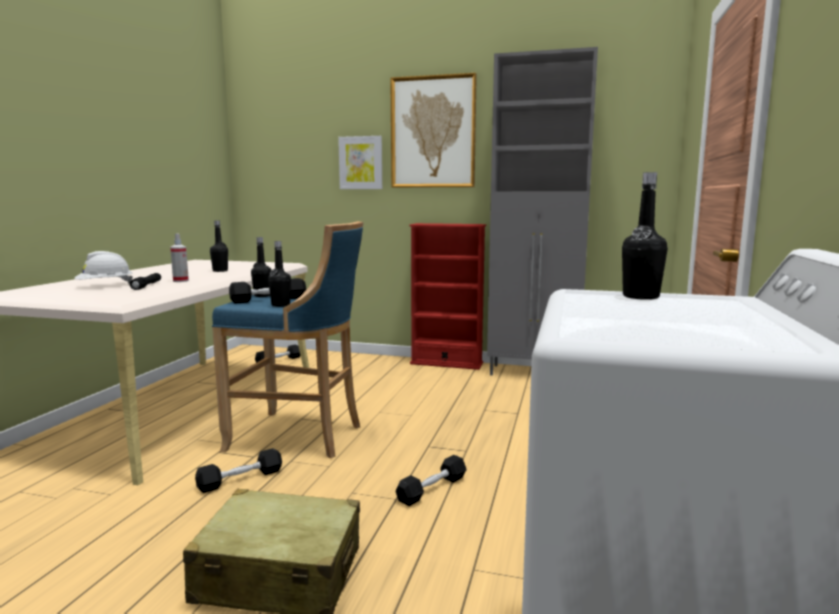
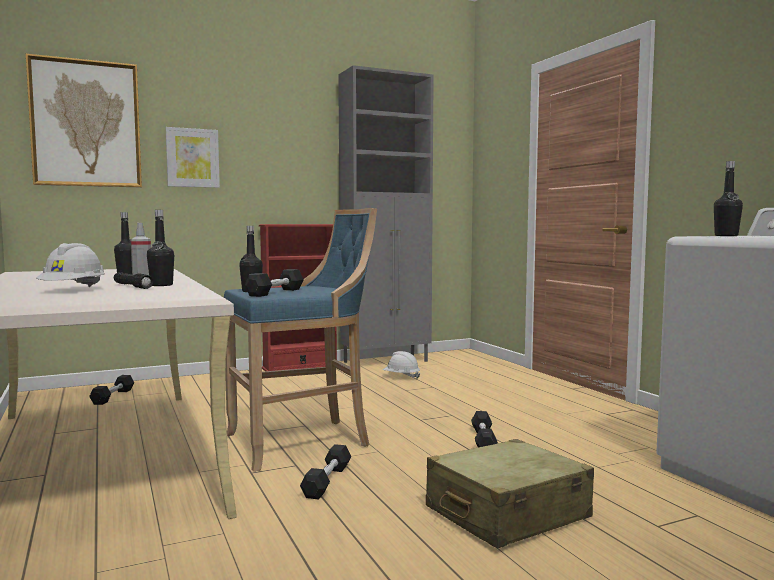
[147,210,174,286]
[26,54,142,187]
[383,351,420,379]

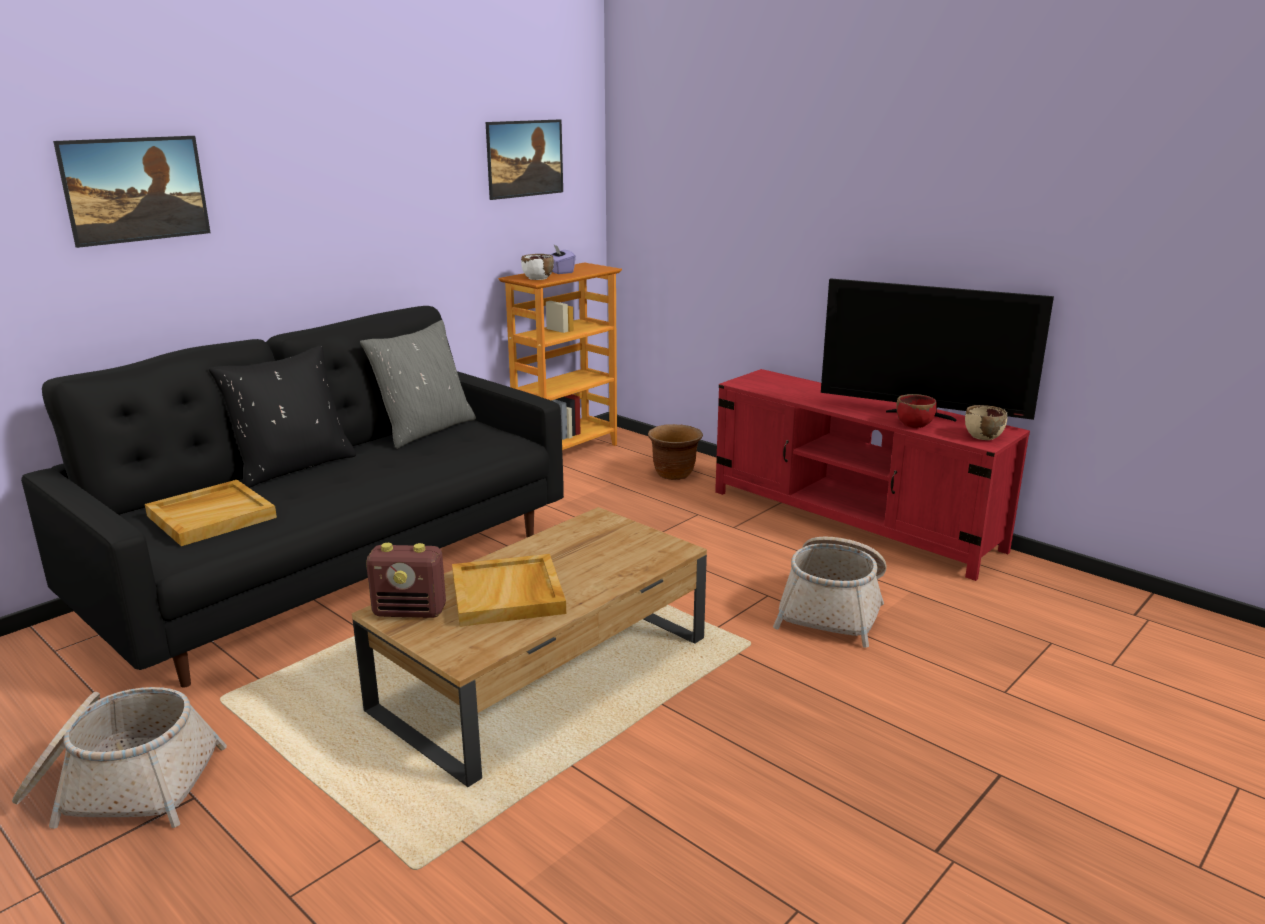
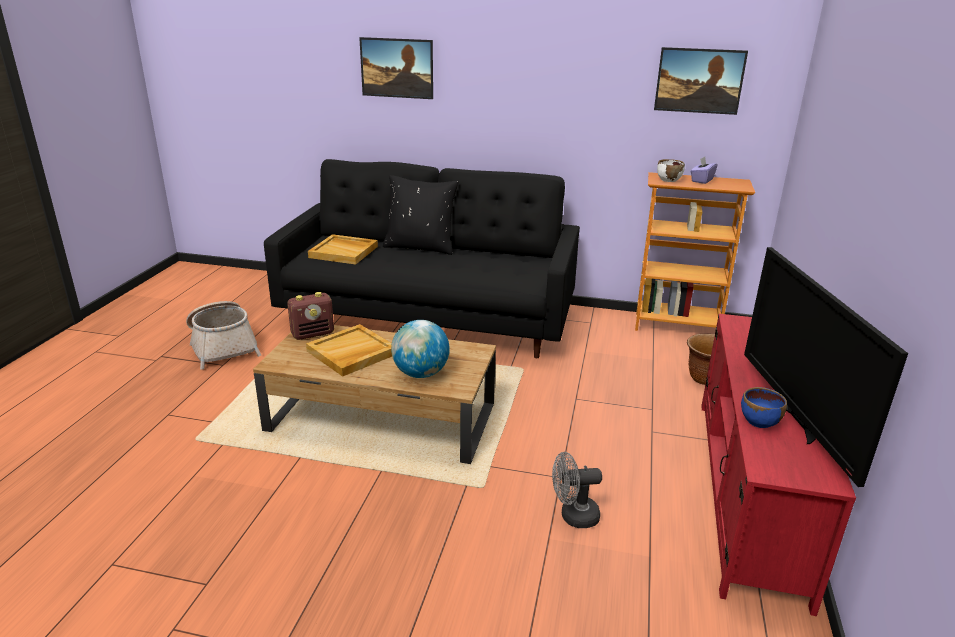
[360,320,476,449] (first image)
[287,292,334,340]
[552,452,602,528]
[741,387,787,428]
[965,405,1008,440] (first image)
[391,320,450,378]

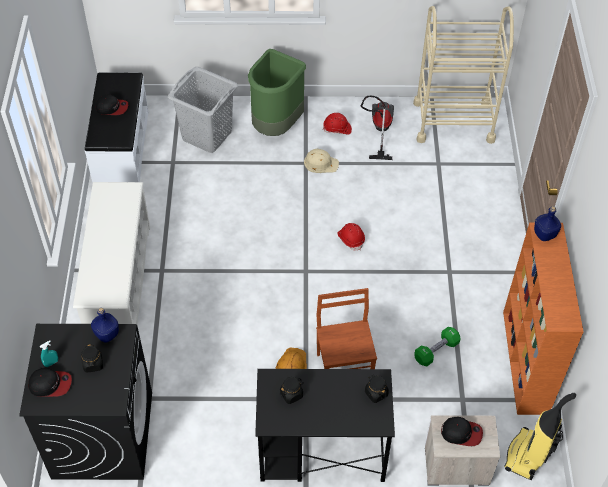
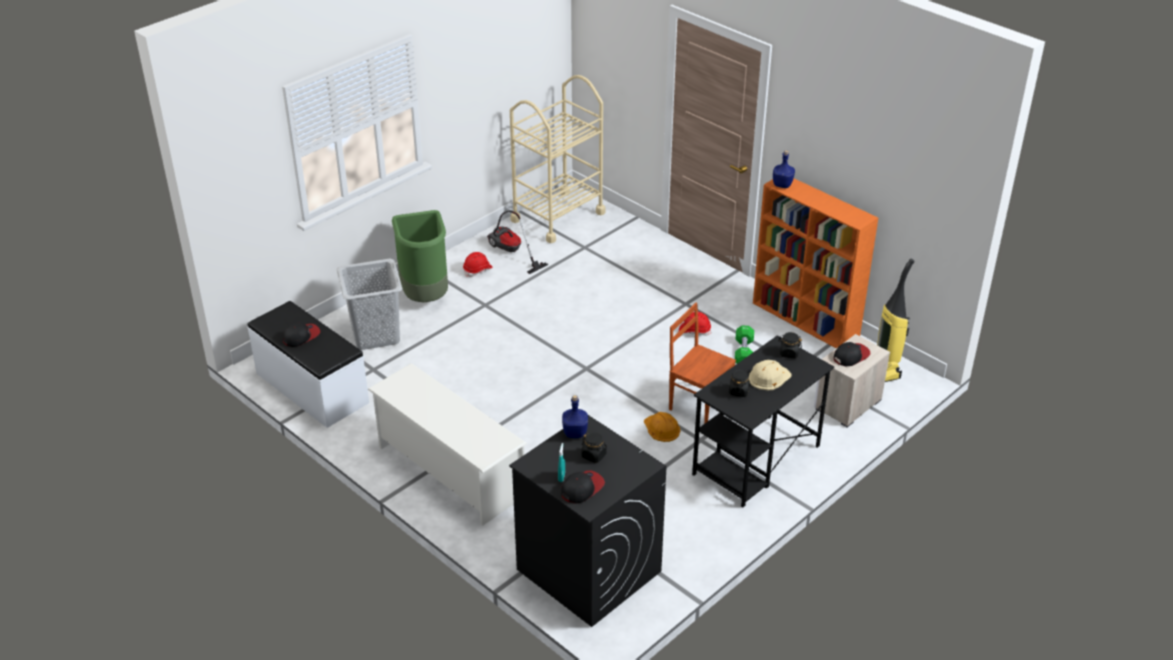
[748,360,792,390]
[679,312,711,336]

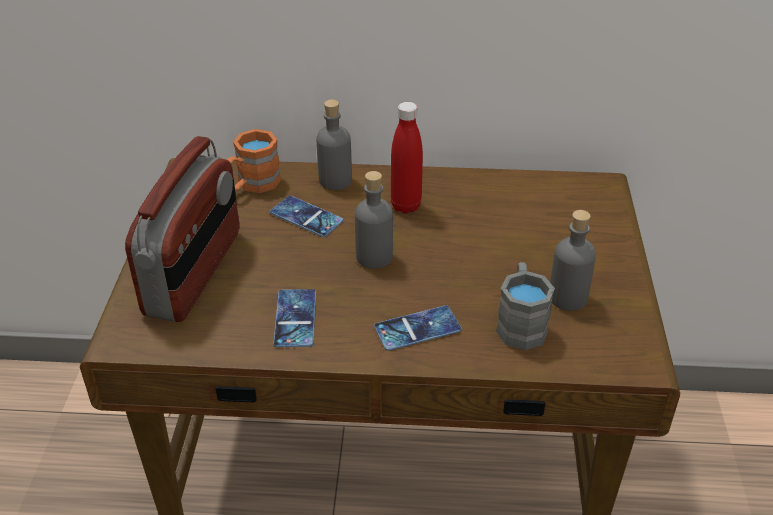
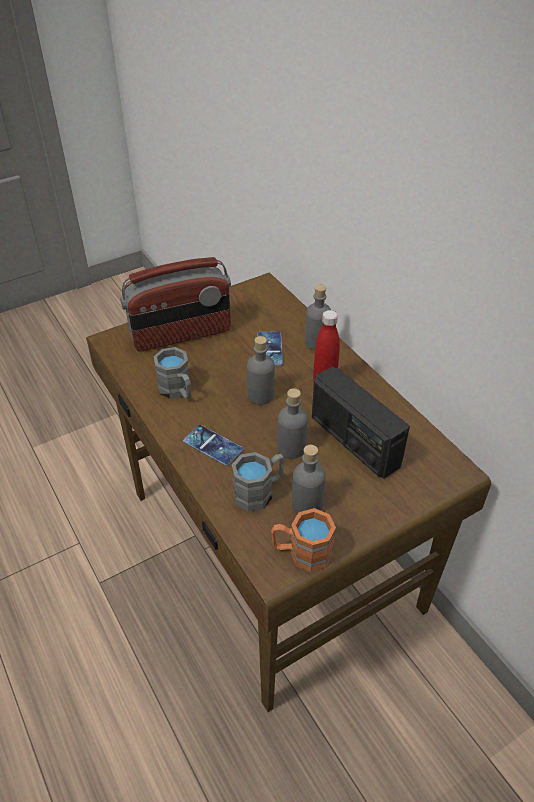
[271,508,336,572]
[154,347,191,399]
[277,388,308,459]
[312,366,410,479]

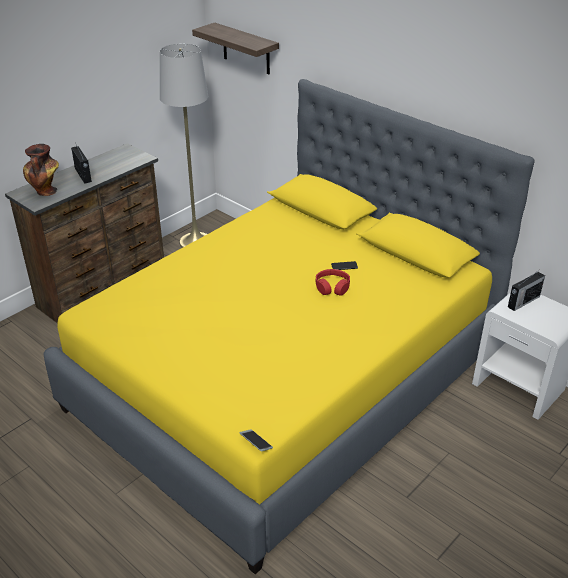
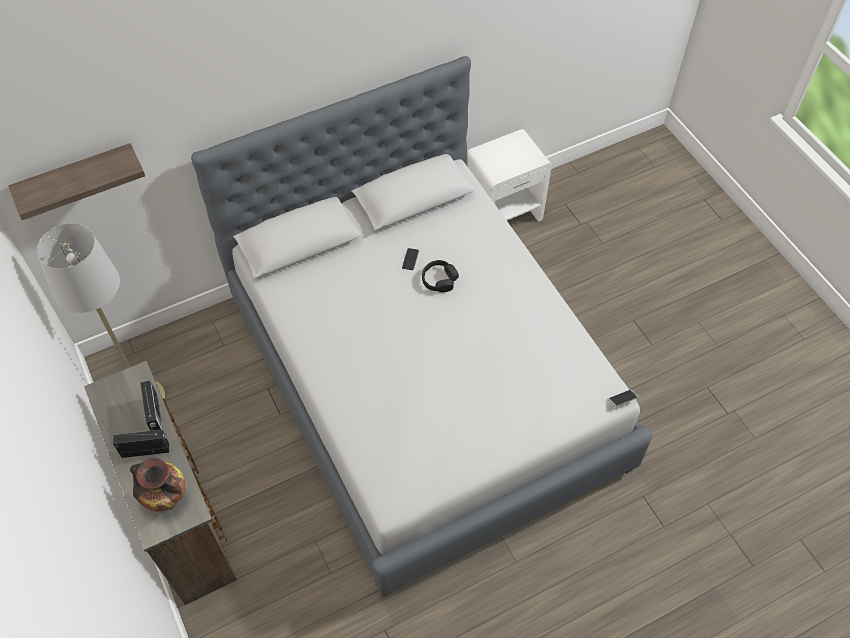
[191,56,653,596]
[422,260,459,293]
[140,381,163,431]

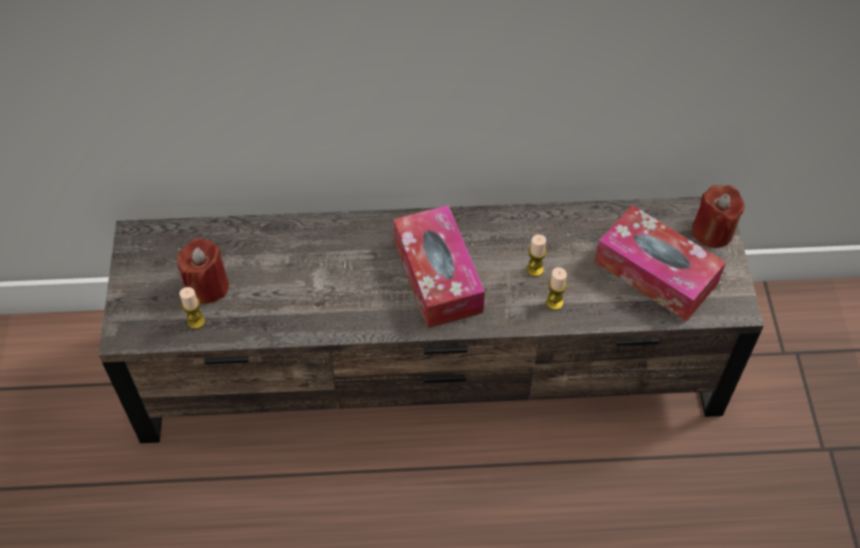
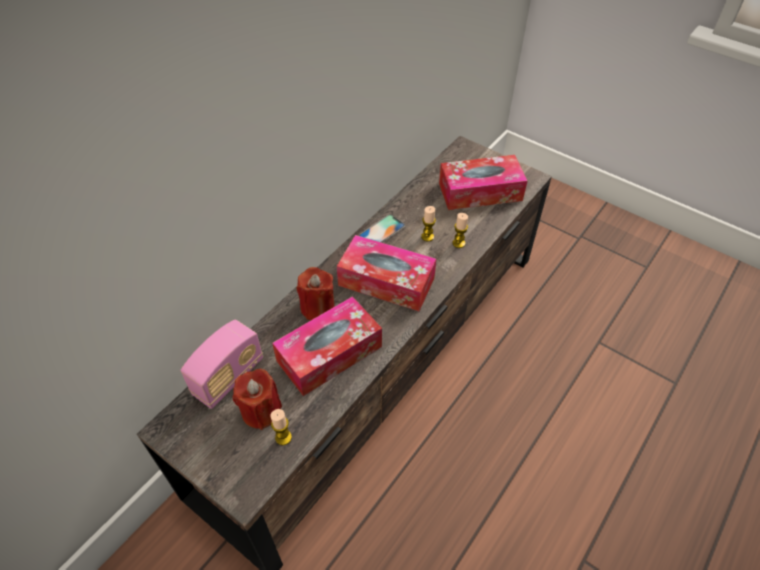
[297,267,335,320]
[181,320,263,409]
[272,296,382,396]
[358,215,405,243]

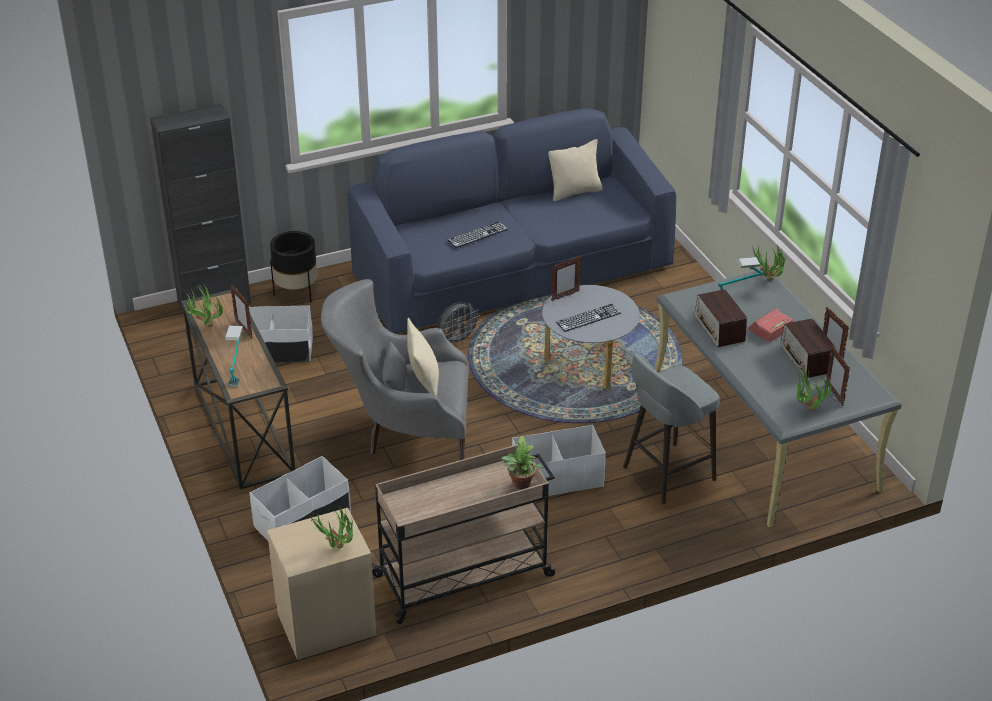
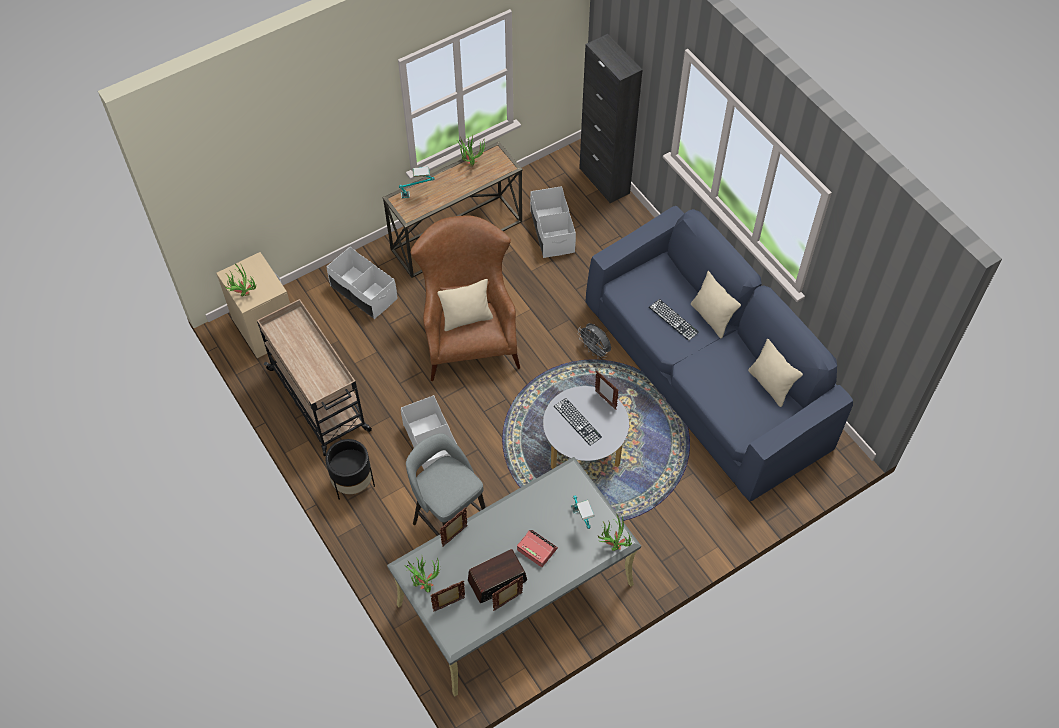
[440,508,467,547]
[325,439,375,500]
[410,215,520,381]
[501,436,544,490] (first image)
[695,289,747,347] (first image)
[691,271,741,338]

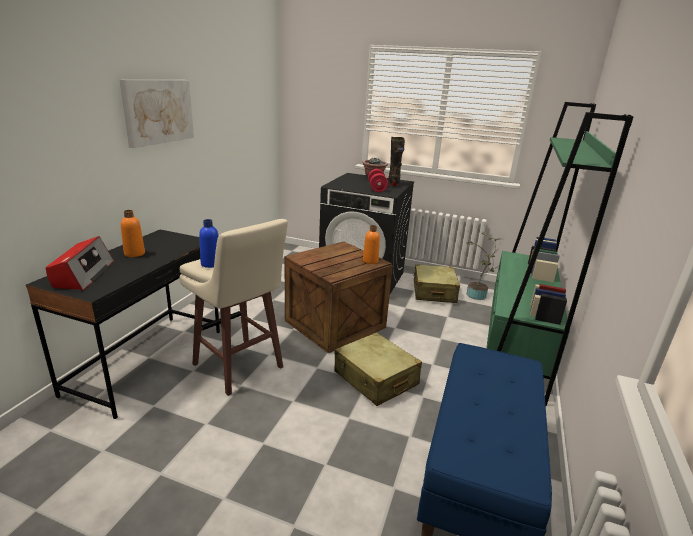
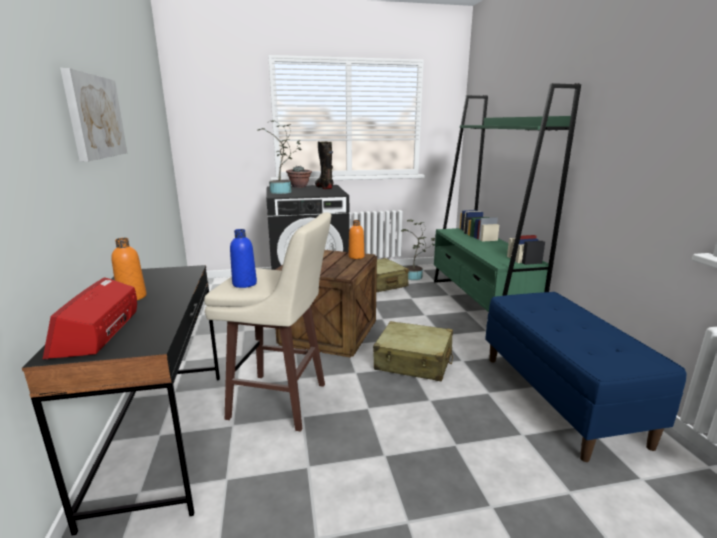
[43,277,137,360]
[368,169,388,192] (first image)
[258,120,302,194]

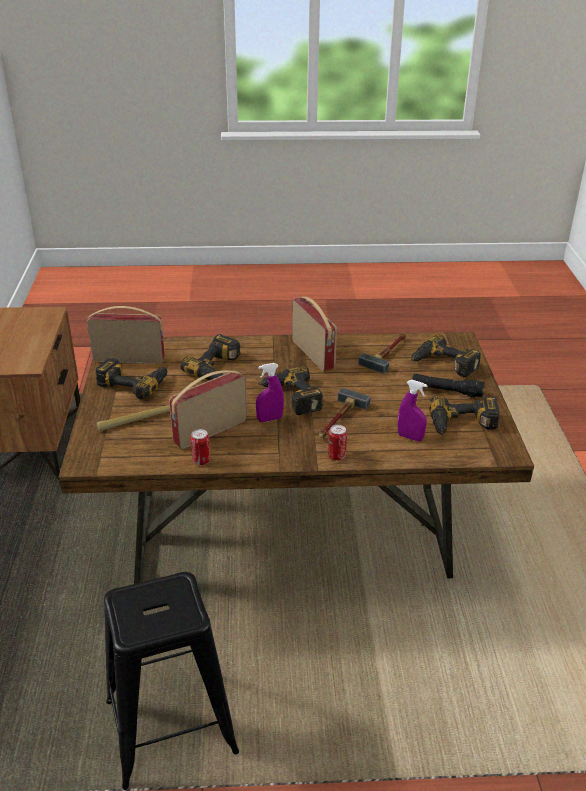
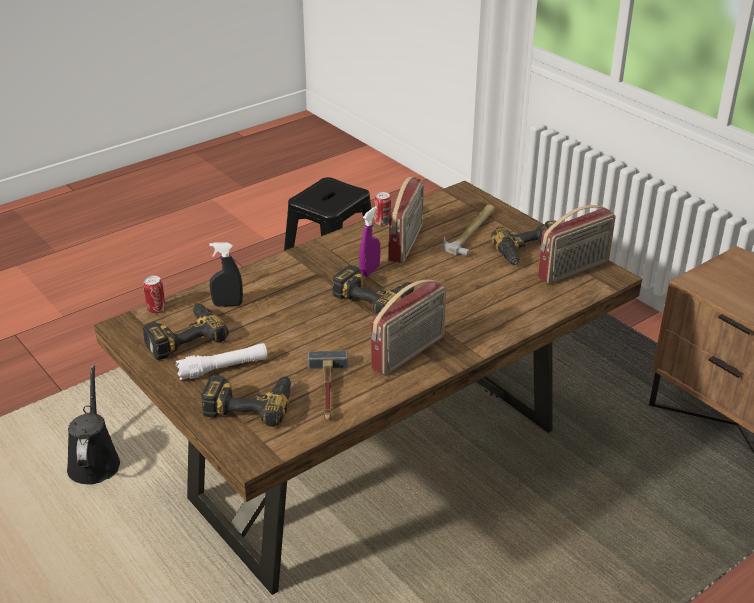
[181,334,240,380] (first image)
[371,280,446,375]
[319,388,371,438] (first image)
[143,276,165,314]
[209,242,243,307]
[176,343,267,380]
[67,365,120,485]

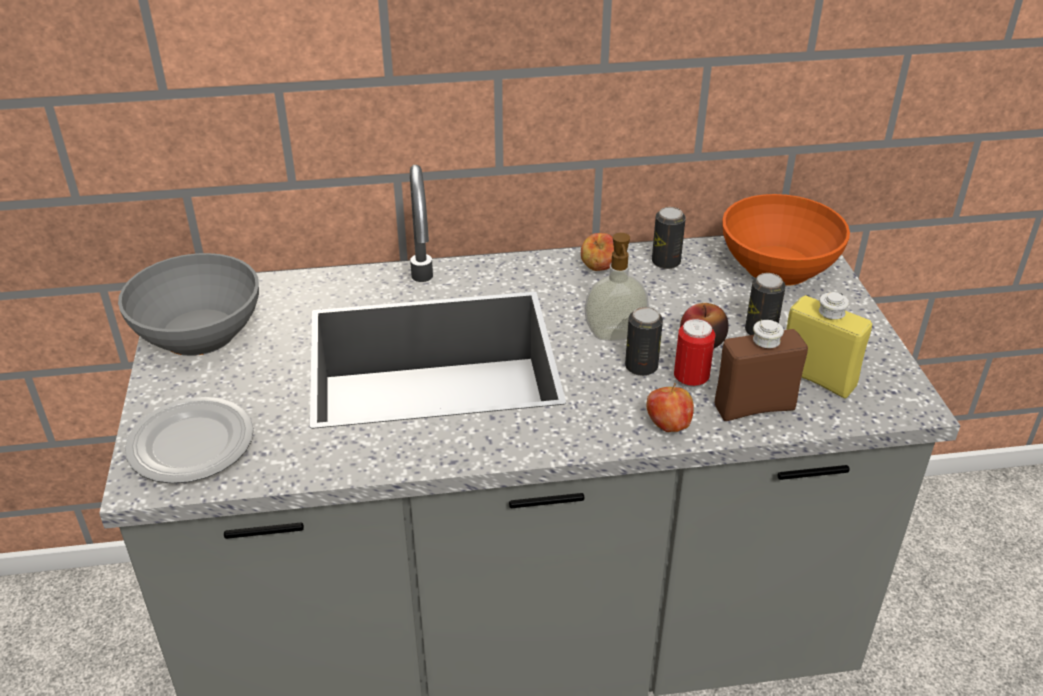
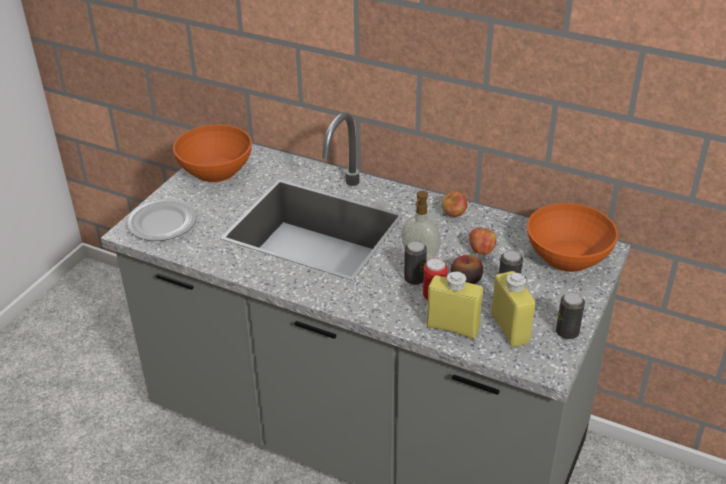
[173,125,252,182]
[469,227,497,255]
[556,292,585,339]
[427,271,483,339]

